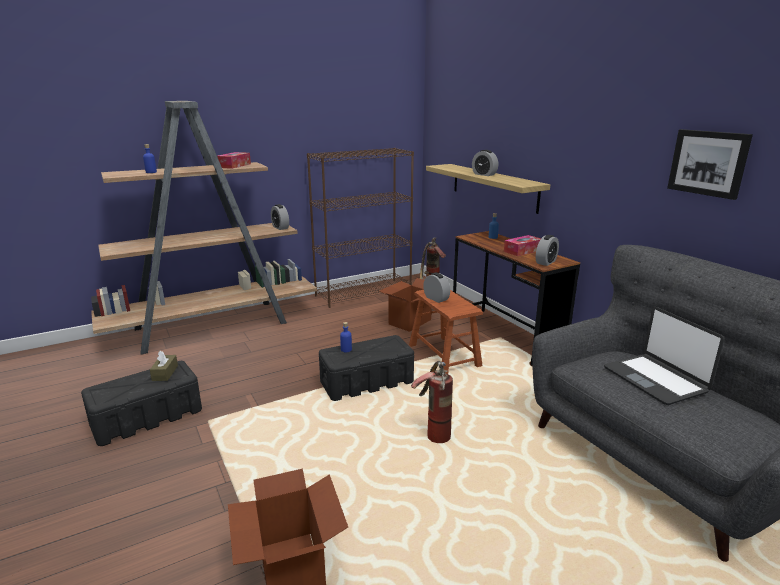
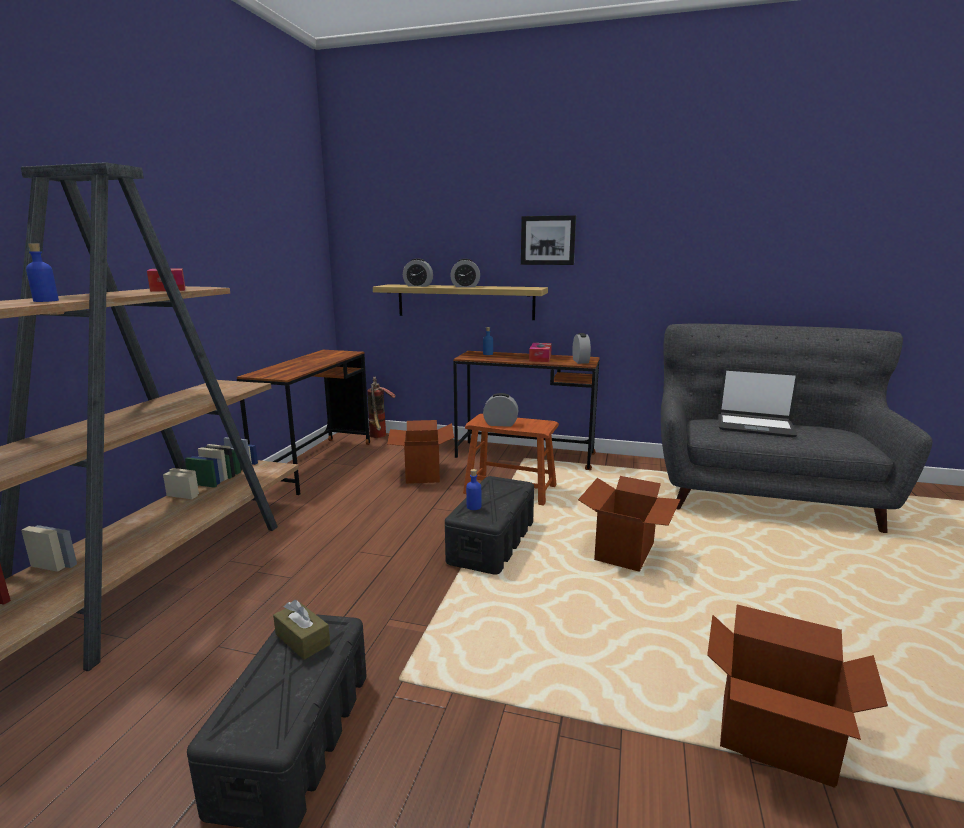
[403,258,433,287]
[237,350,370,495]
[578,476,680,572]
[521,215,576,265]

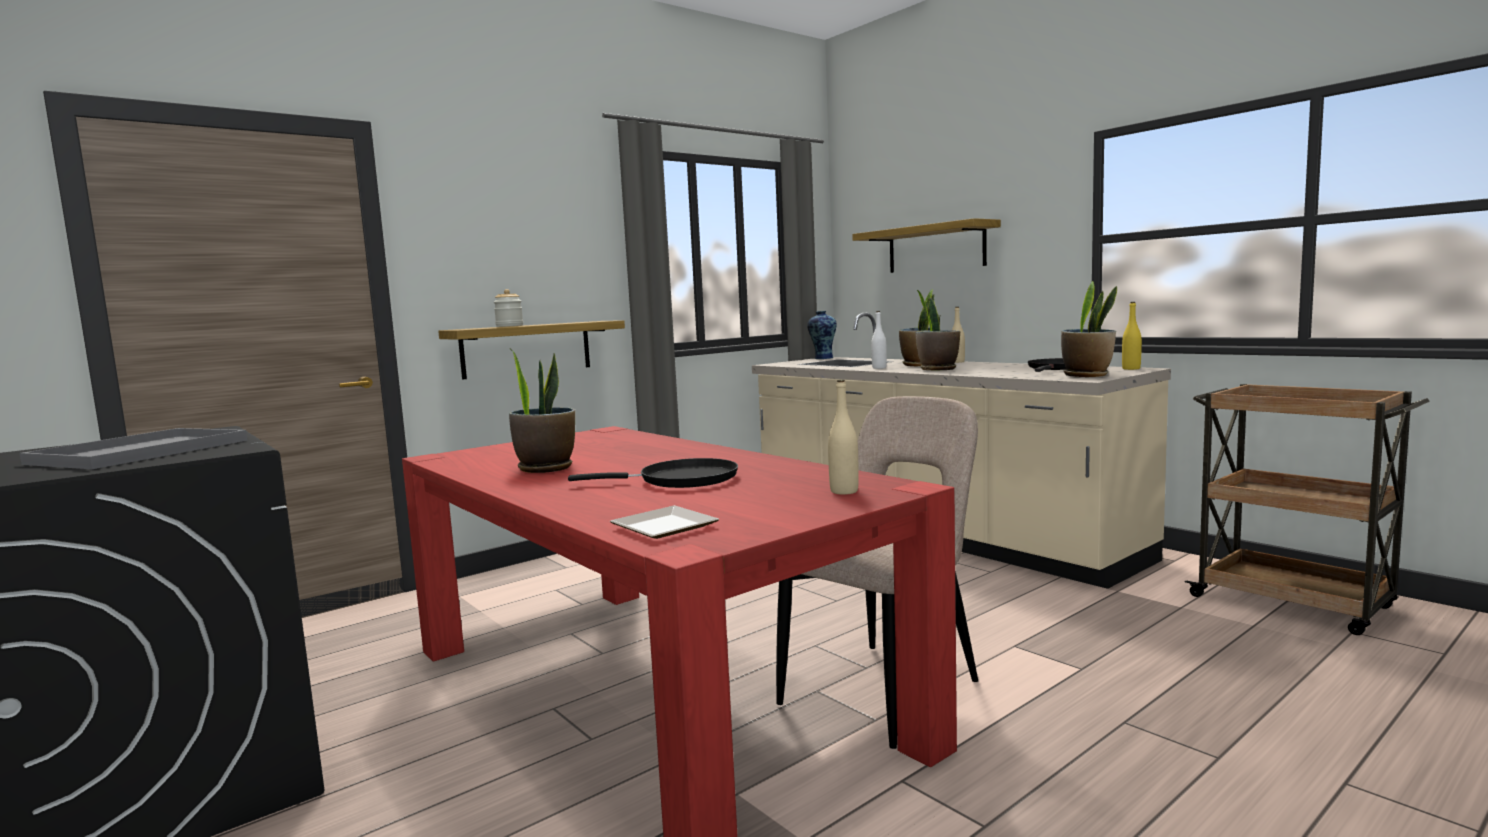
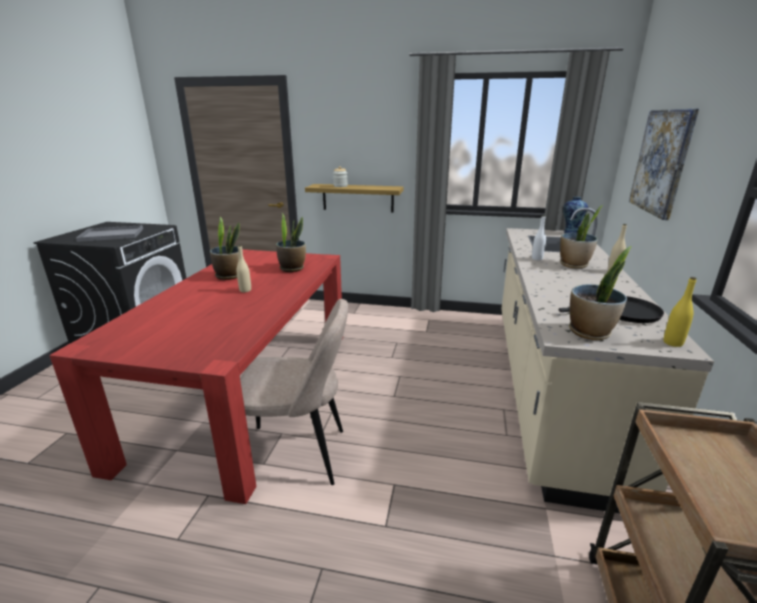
[568,458,738,488] (first image)
[610,506,719,539] (first image)
[237,245,251,292]
[629,108,699,220]
[276,213,306,272]

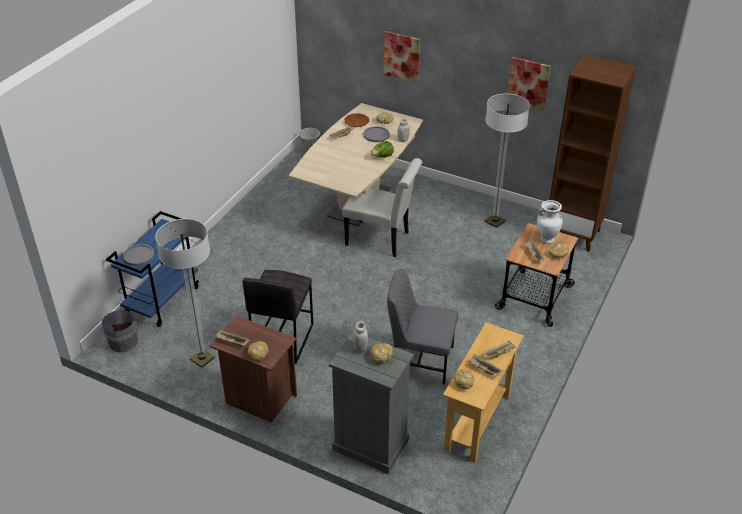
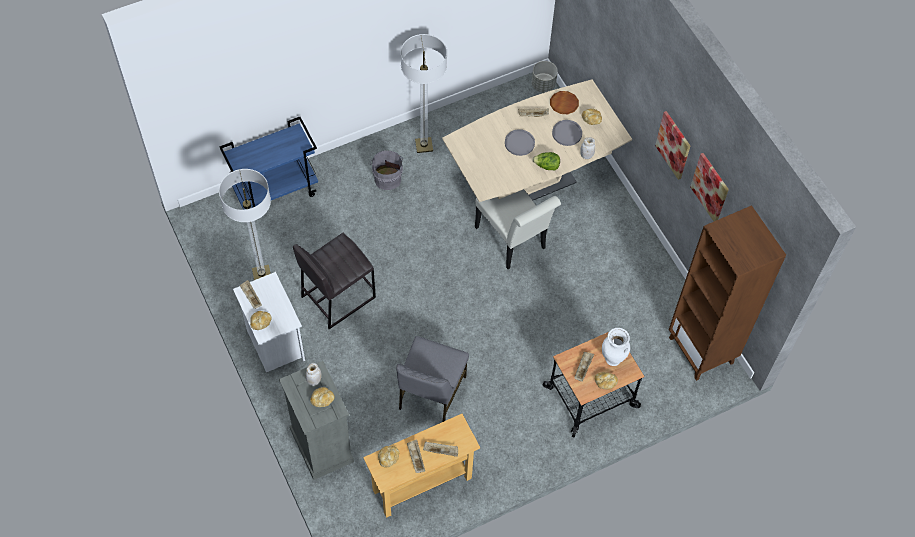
[370,151,403,190]
[505,129,535,156]
[233,272,305,372]
[655,111,690,180]
[396,336,469,422]
[401,34,447,153]

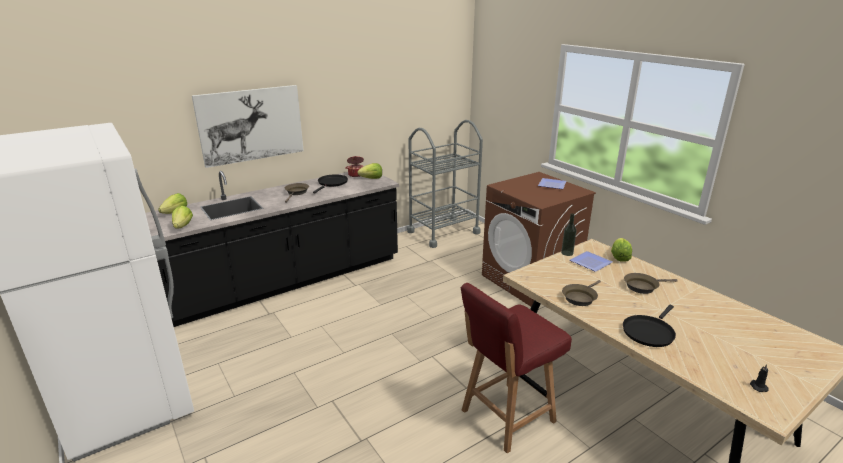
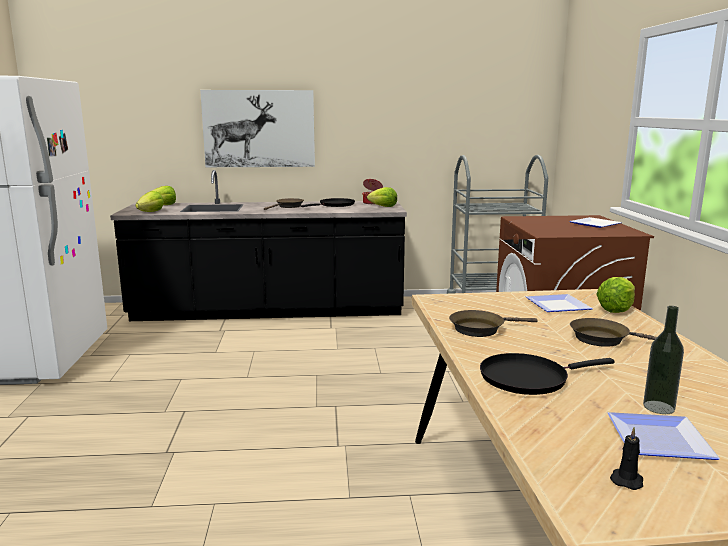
[461,283,572,453] (first image)
[643,306,684,414]
[608,412,720,460]

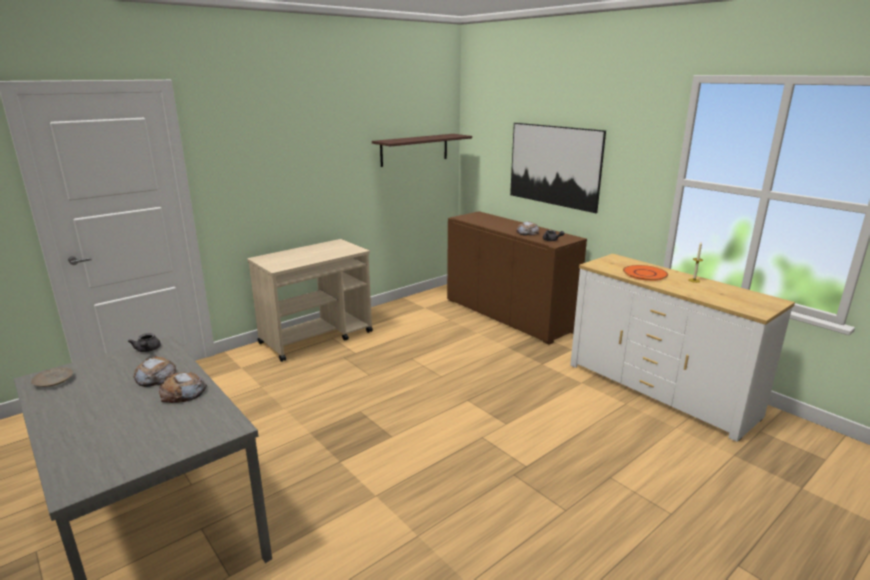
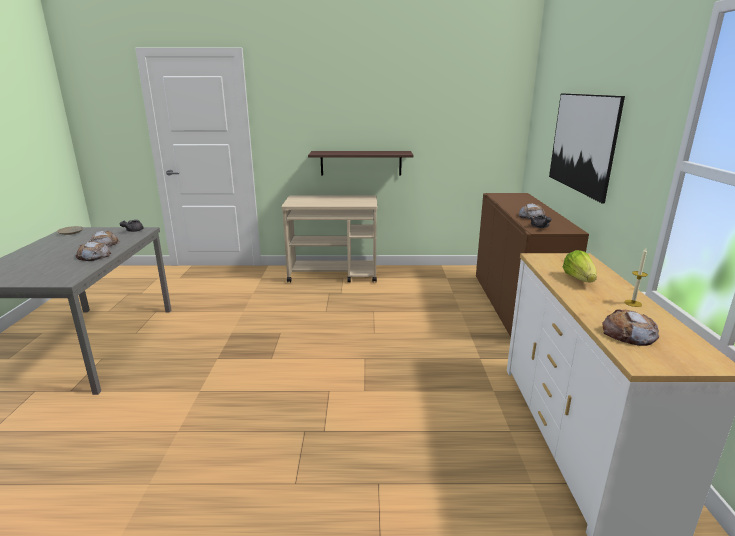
[308,151,414,176]
[563,250,597,283]
[602,309,659,346]

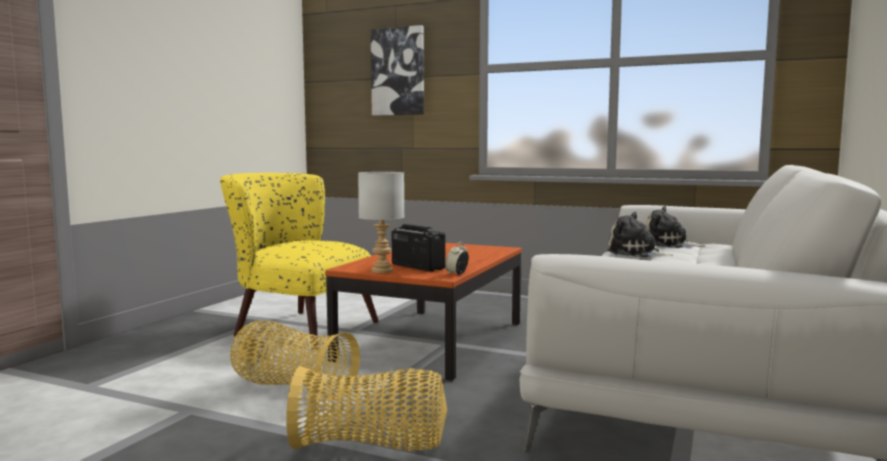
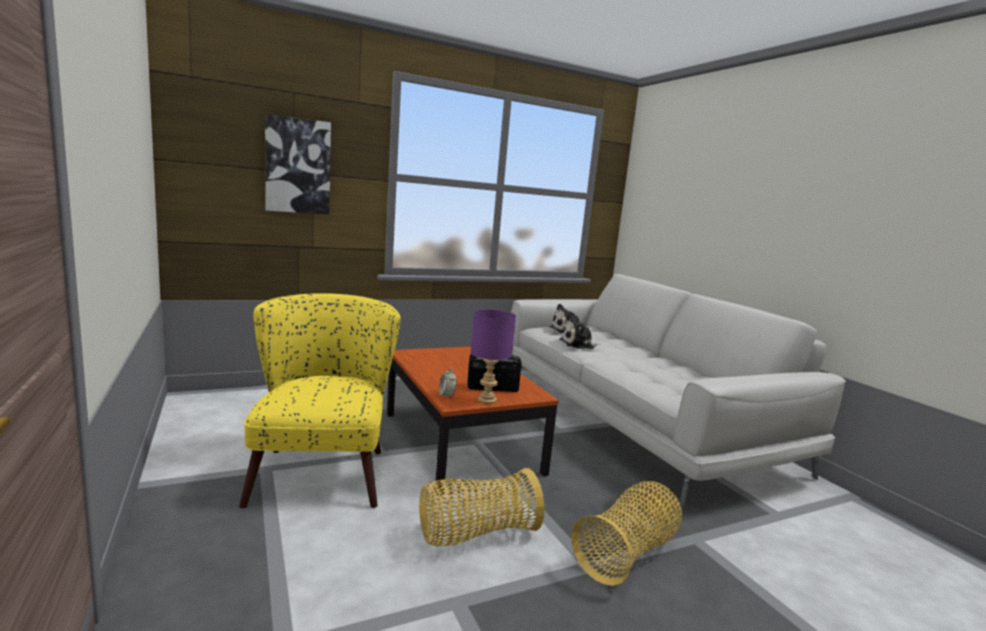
[239,293,401,509]
[471,309,516,404]
[439,368,457,399]

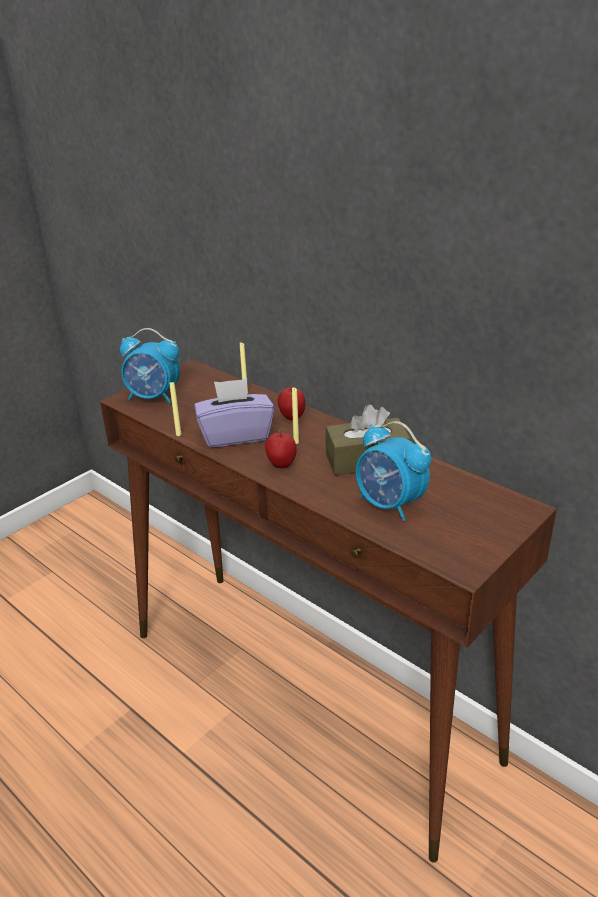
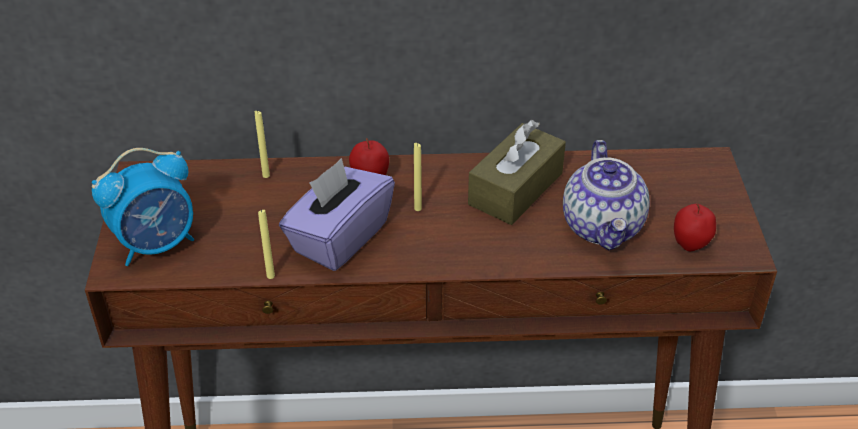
[674,203,716,251]
[563,140,650,250]

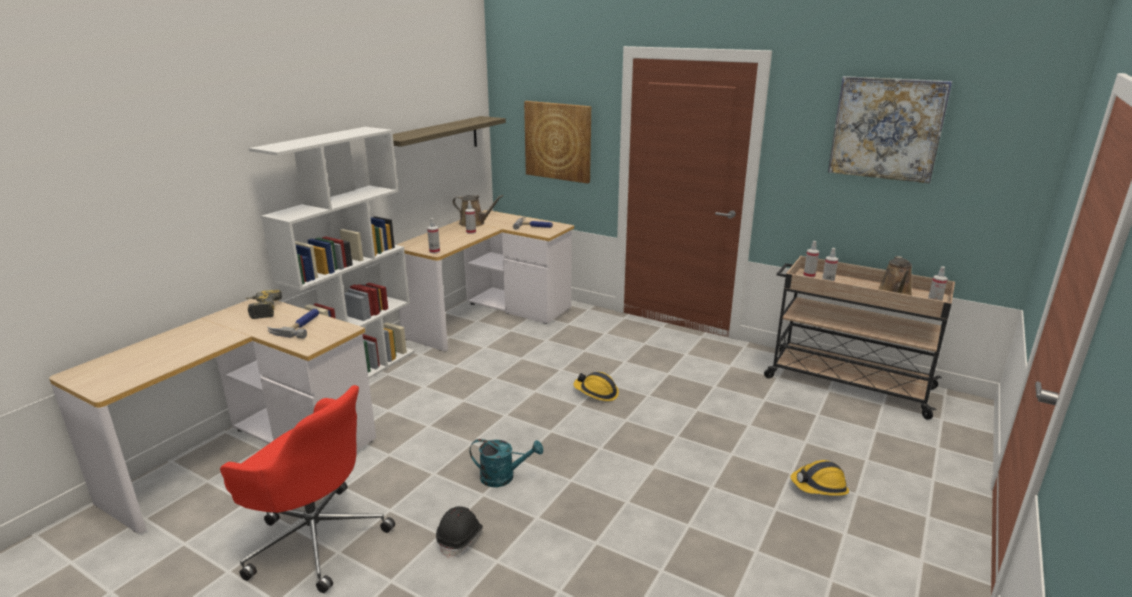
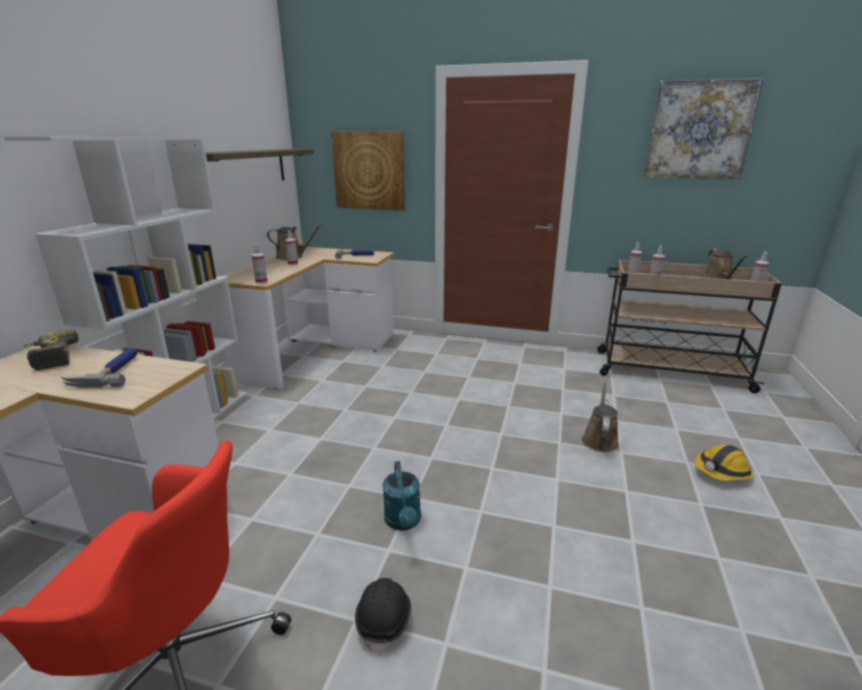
[382,461,421,531]
[573,372,619,401] (first image)
[582,380,619,452]

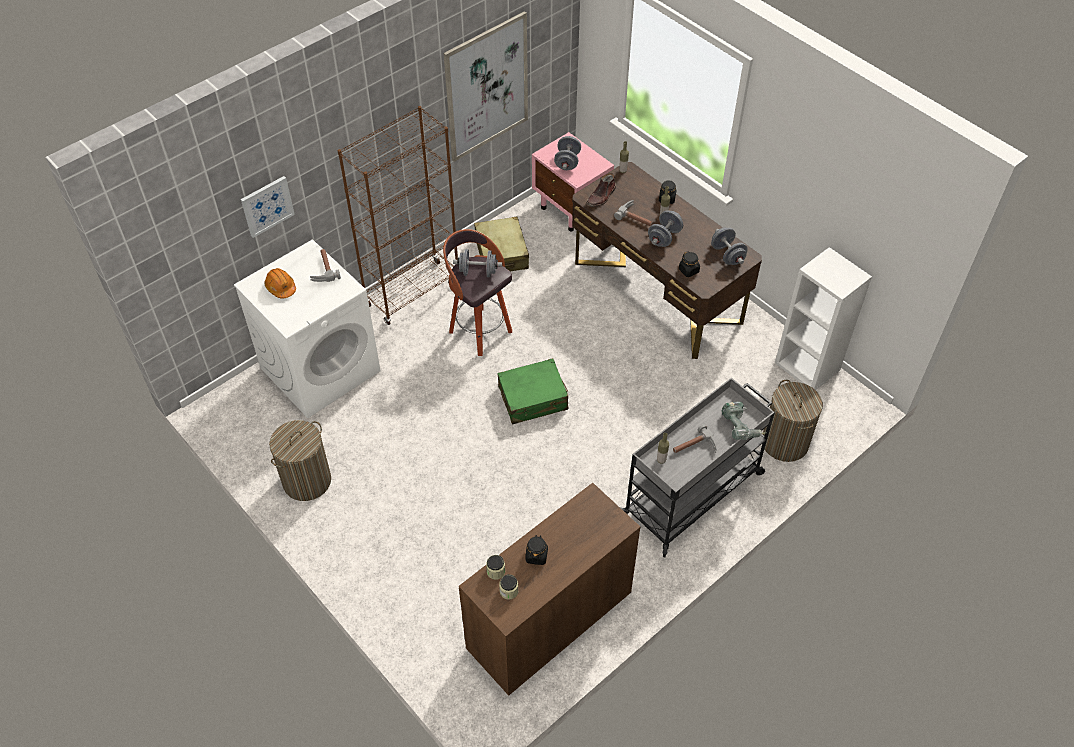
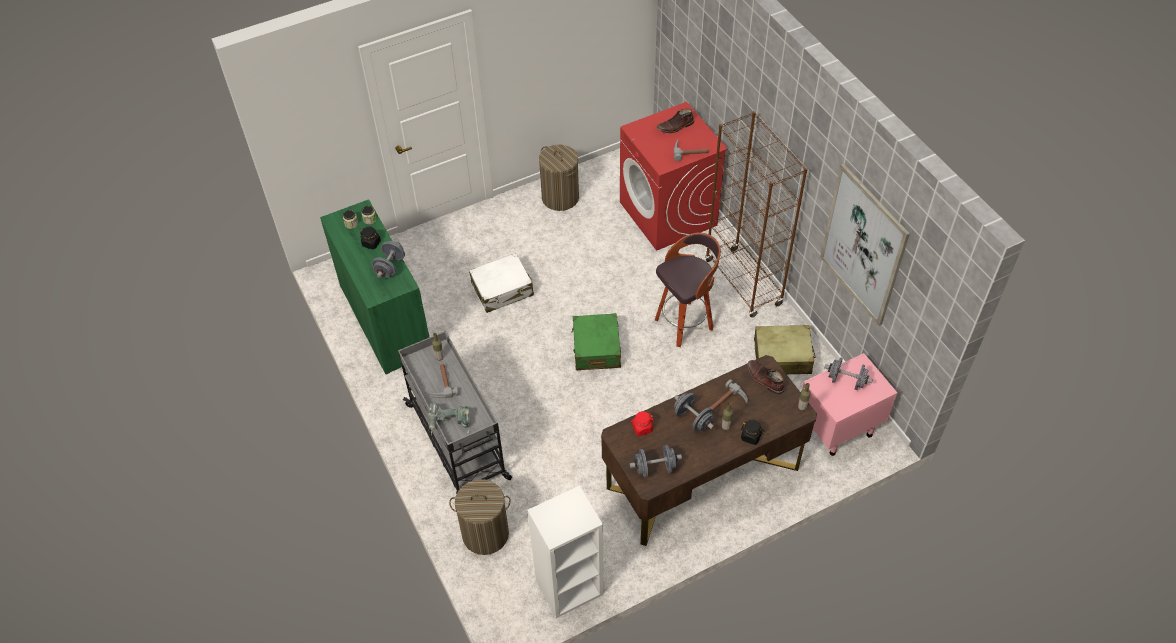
[620,102,728,251]
[241,176,295,238] (first image)
[656,109,694,133]
[372,241,405,278]
[320,199,429,375]
[631,411,654,436]
[469,253,534,313]

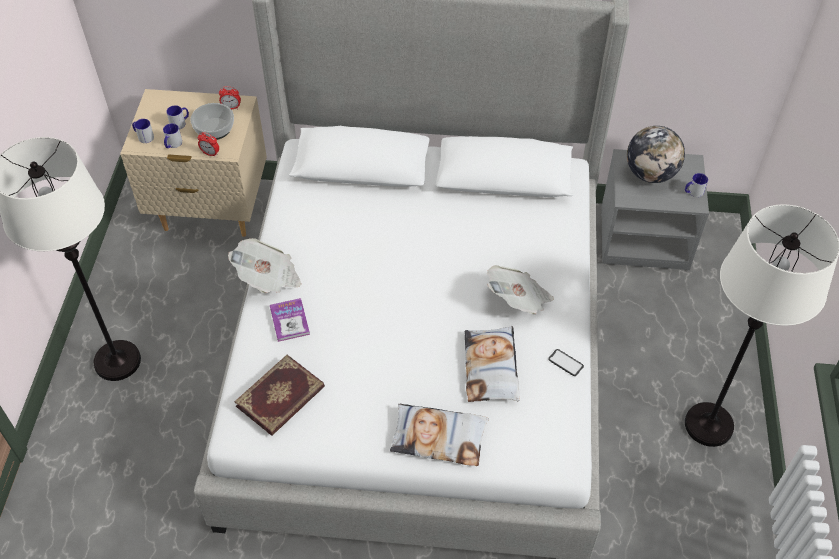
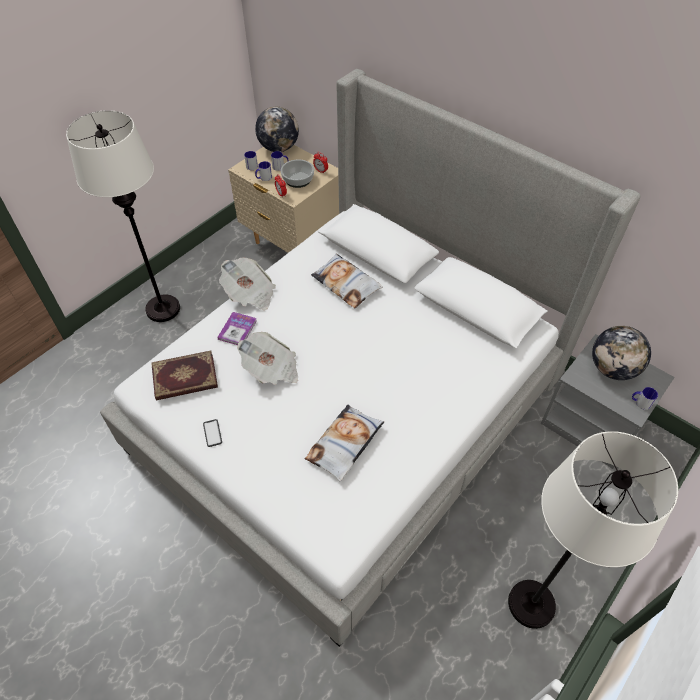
[311,254,382,308]
[237,332,298,385]
[203,419,222,447]
[255,107,299,152]

